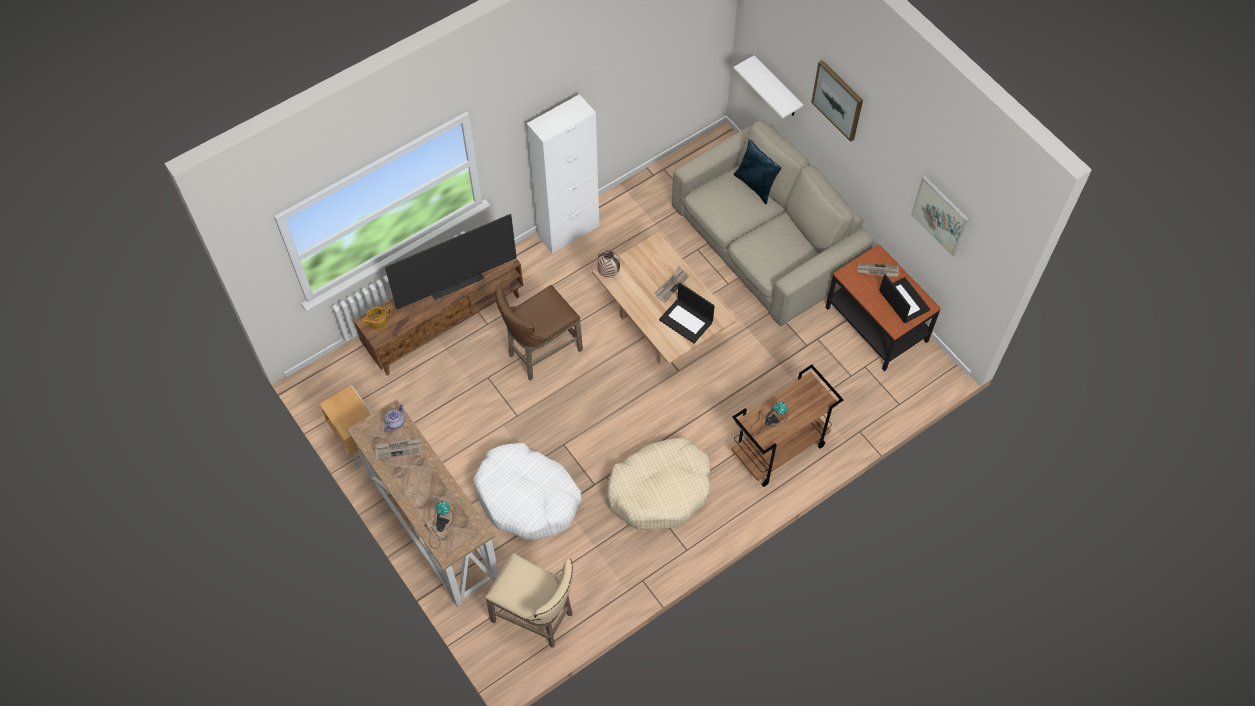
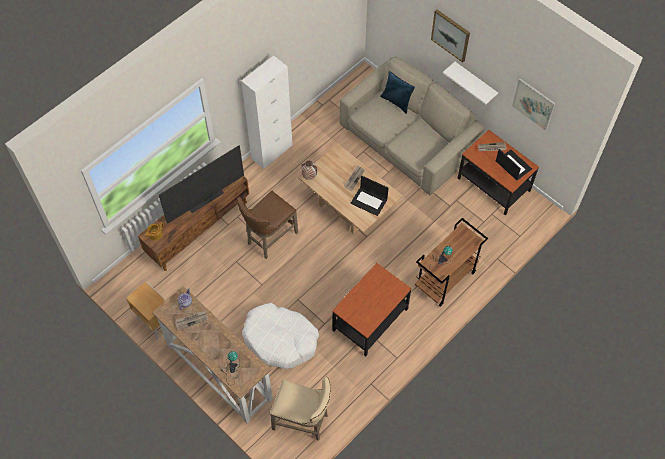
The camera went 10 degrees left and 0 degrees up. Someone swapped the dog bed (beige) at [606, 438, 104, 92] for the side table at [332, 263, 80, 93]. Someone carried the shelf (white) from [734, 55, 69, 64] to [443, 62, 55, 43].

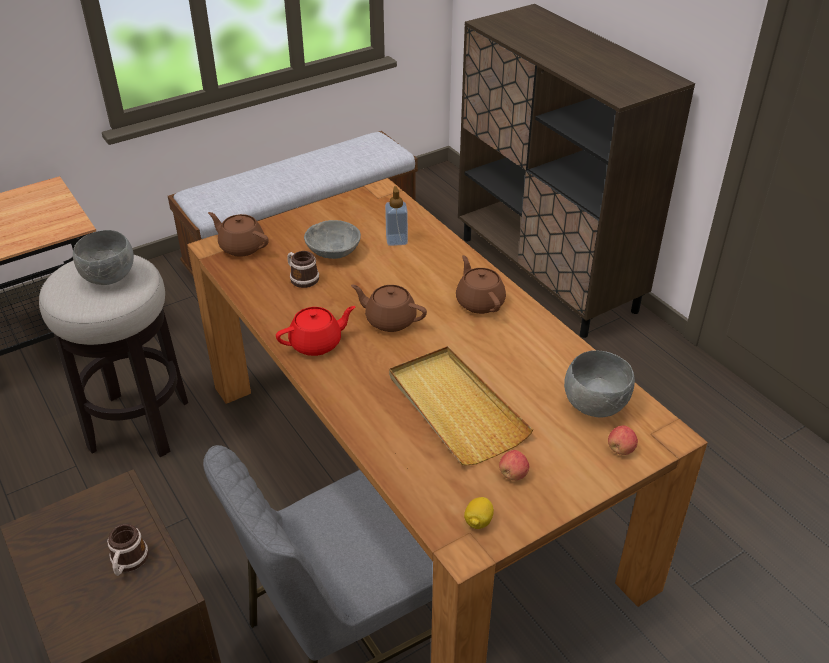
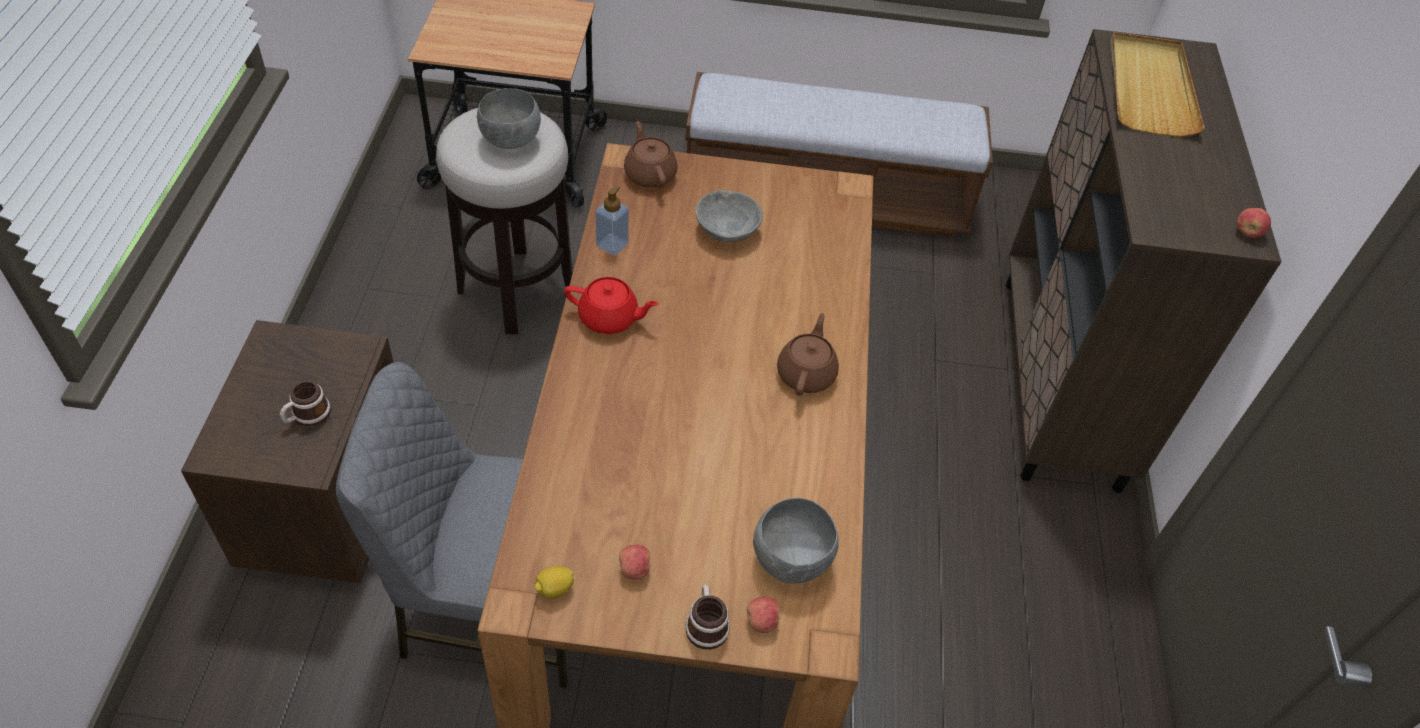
The camera went 35 degrees right and 10 degrees up. Someone carried the mug from [287, 251, 32, 37] to [685, 585, 45, 65]. Someone took away the teapot (brown) at [351, 285, 76, 47]. Someone carried the soap dispenser from [385, 186, 23, 60] to [595, 185, 34, 71]. Someone carried the tray (beige) from [389, 346, 144, 120] to [1110, 32, 95, 105]. Someone put down the apple at [1237, 208, 34, 30].

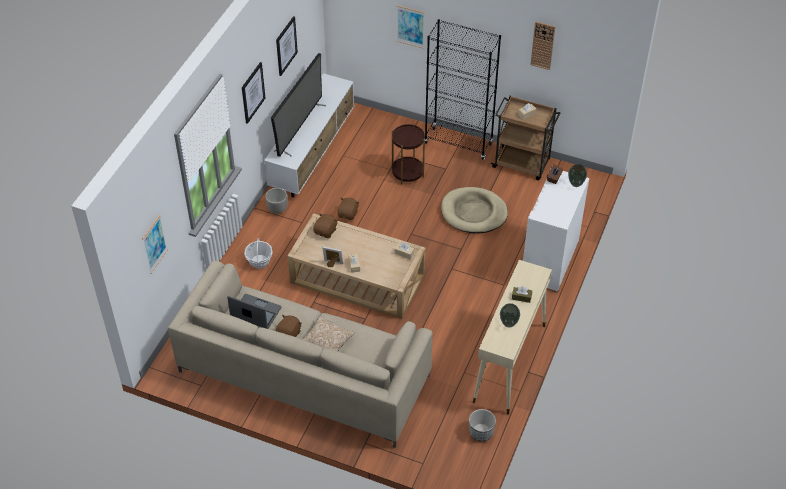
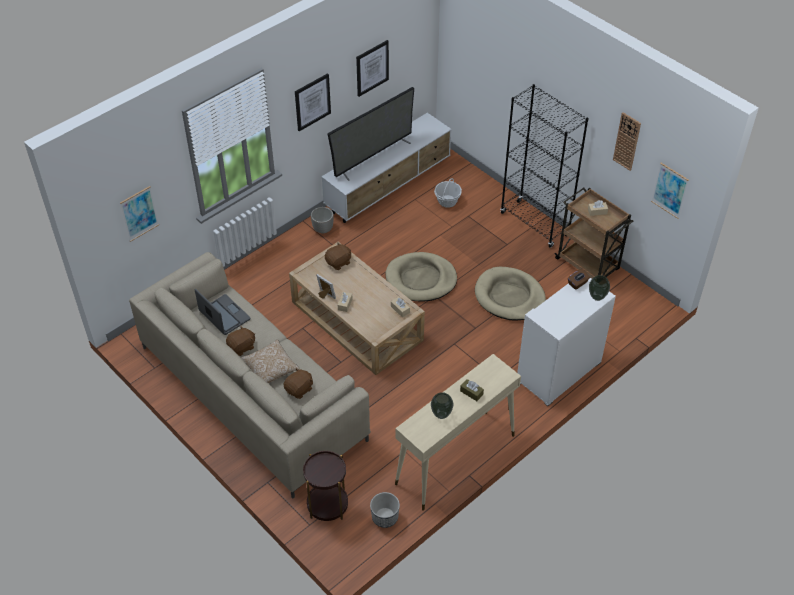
The camera went 25 degrees right and 0 degrees up. Someone carried the basket from [244, 238, 29, 31] to [434, 178, 28, 30]. Someone carried the plush toy (brown) from [337, 197, 23, 23] to [283, 368, 30, 31]. Someone carried the side table (brown) from [392, 124, 33, 60] to [303, 451, 45, 70]. Someone carried the picture from [397, 5, 28, 44] to [651, 163, 38, 56]. Someone put down the dog bed (beige) at [386, 252, 71, 50].

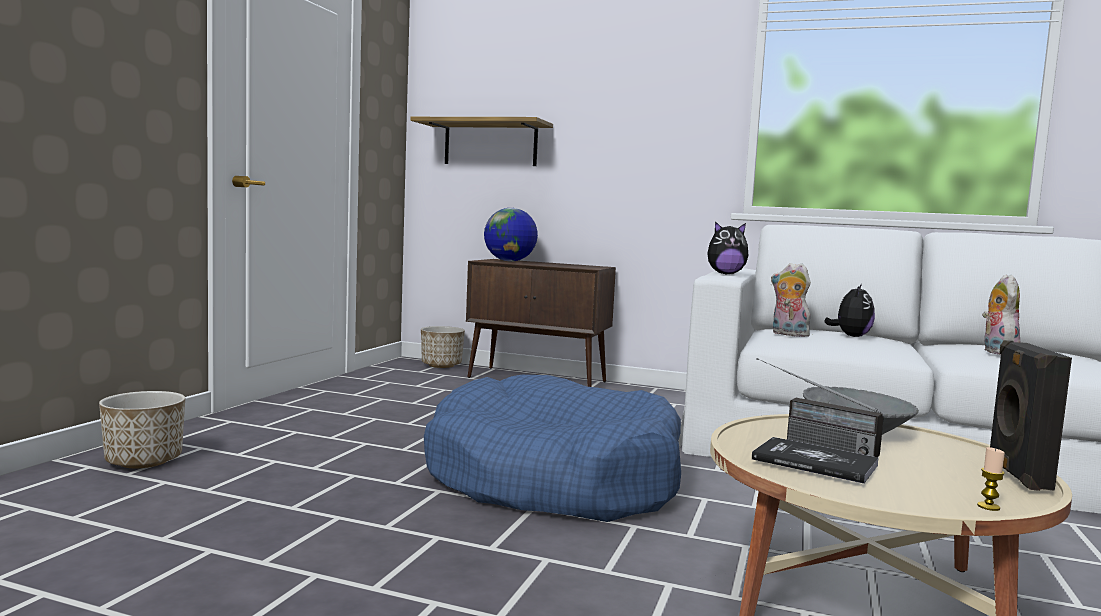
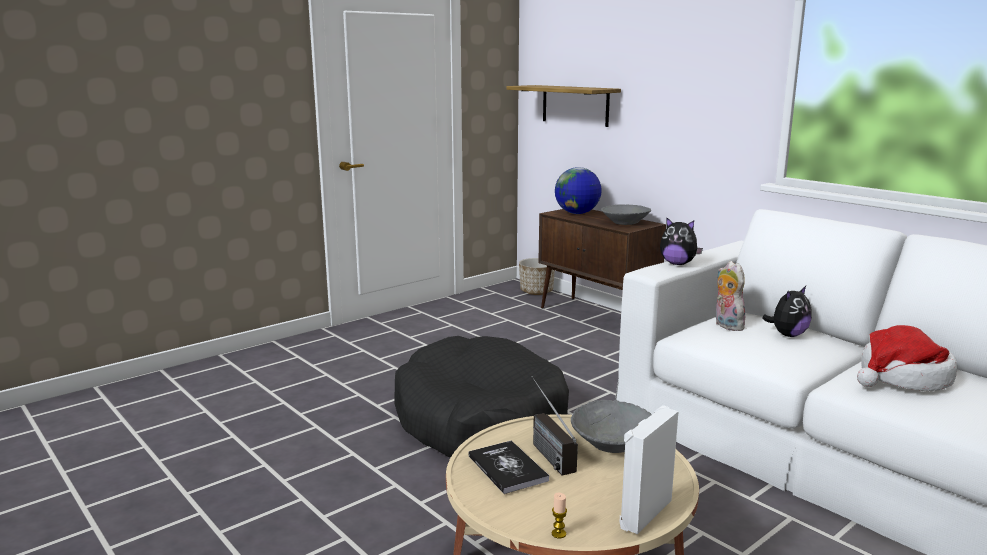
The camera went 30 degrees right and 10 degrees up. Someone took away the planter at [99, 391, 86, 77]. Someone repainted the dog bed (blue) at [424, 375, 257, 147], which became the dog bed (black) at [394, 336, 175, 122]. Someone swapped the plush toy at [982, 275, 38, 80] for the hat at [857, 325, 100, 66]. Someone repainted the speaker (black) at [990, 340, 82, 151], which became the speaker (white) at [620, 405, 59, 129]. Someone put down the bowl (grey) at [601, 204, 50, 21].

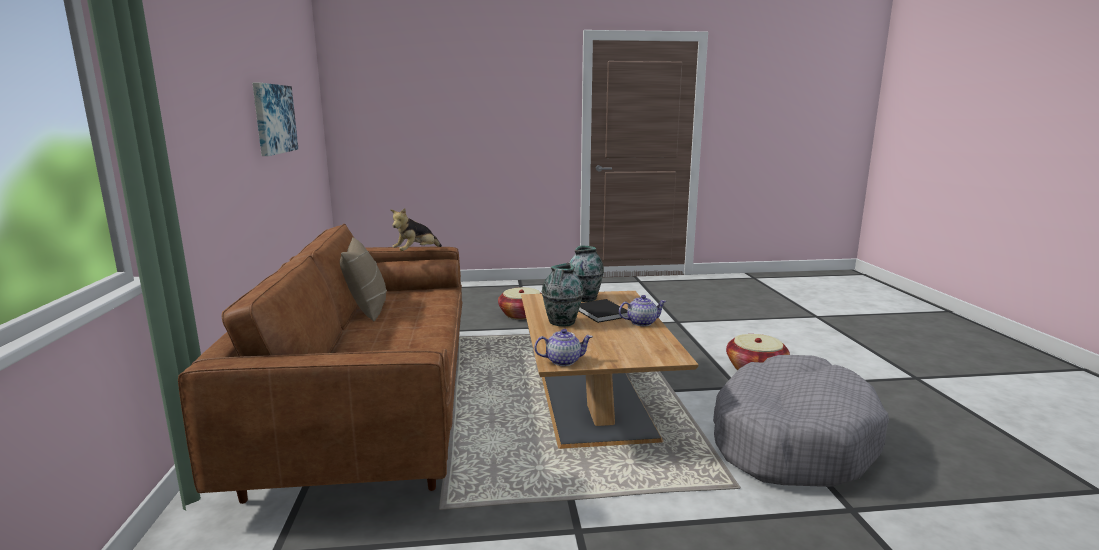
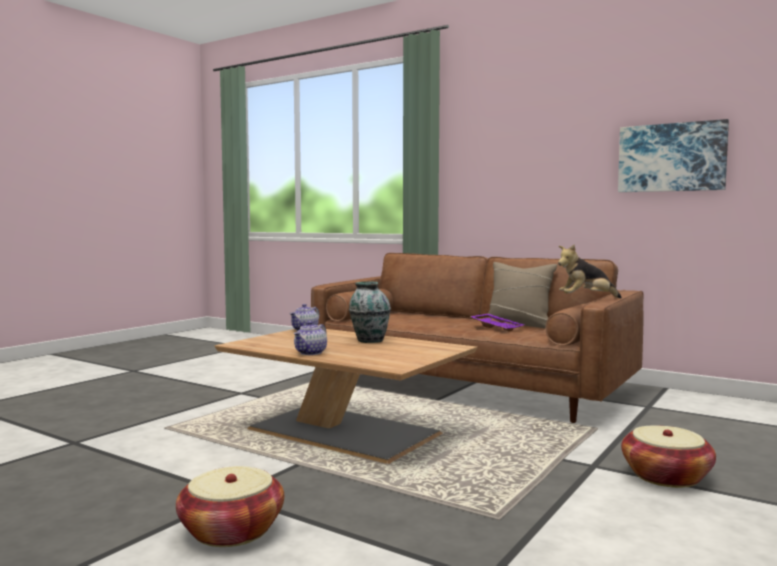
The camera went 130 degrees right and 10 degrees down. Someone rotated the plush toy at [390, 208, 52, 43] by 90 degrees counterclockwise. Someone took away the vase at [569, 246, 35, 56]. Someone took away the book (black) at [579, 299, 49, 24]. Someone took away the dog bed (grey) at [713, 355, 176, 132]. Someone put down the tray (purple) at [470, 314, 54, 18].

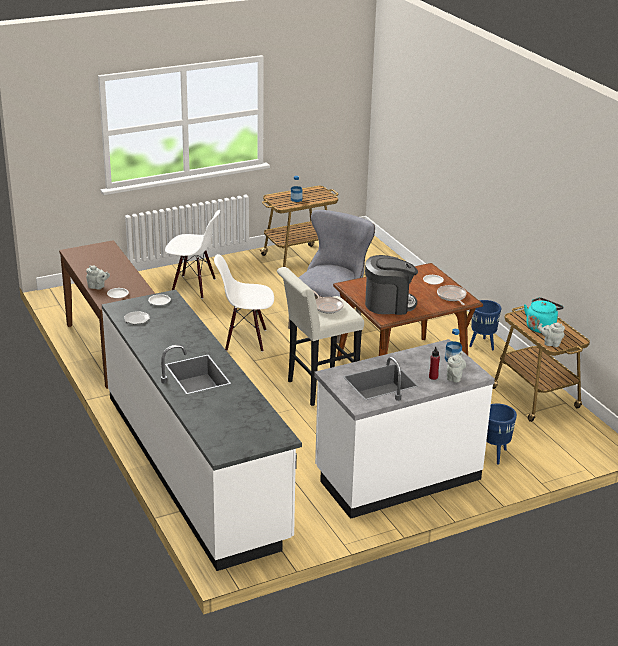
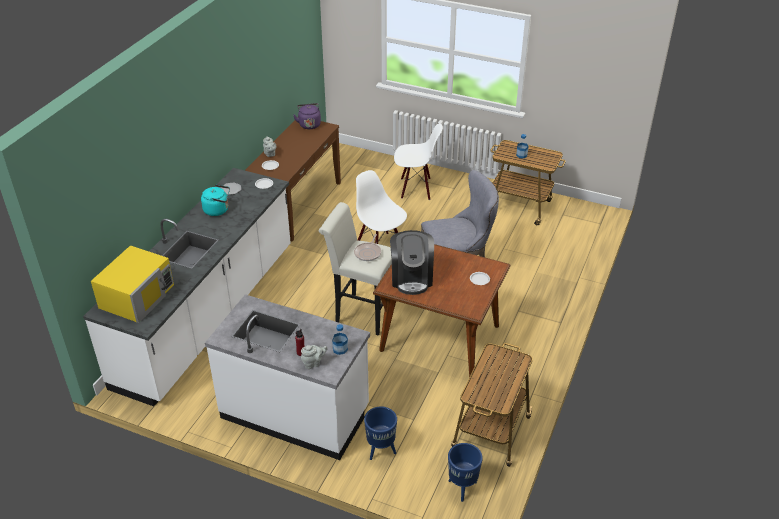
The camera went 50 degrees right and 10 degrees up. Someone rotated the chair (white) at [165, 210, 55, 89] by 60 degrees counterclockwise. Someone rotated the coffee machine at [365, 255, 53, 60] by 45 degrees clockwise. Someone took away the frying pan at [437, 285, 30, 20]. Someone carried the planter (blue) from [469, 300, 32, 50] to [448, 443, 35, 59]. Someone carried the kettle (turquoise) from [524, 297, 40, 36] to [201, 185, 29, 31]. Someone took away the teapot (grey) at [538, 322, 27, 25]. Someone put down the microwave (yellow) at [91, 245, 83, 78]. Someone put down the kettle (purple) at [293, 103, 28, 26].

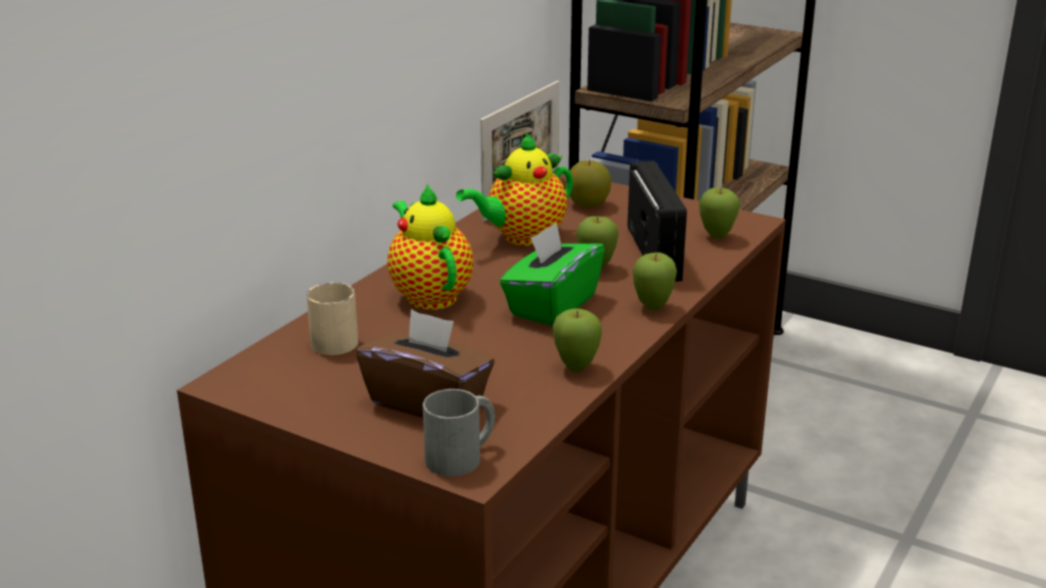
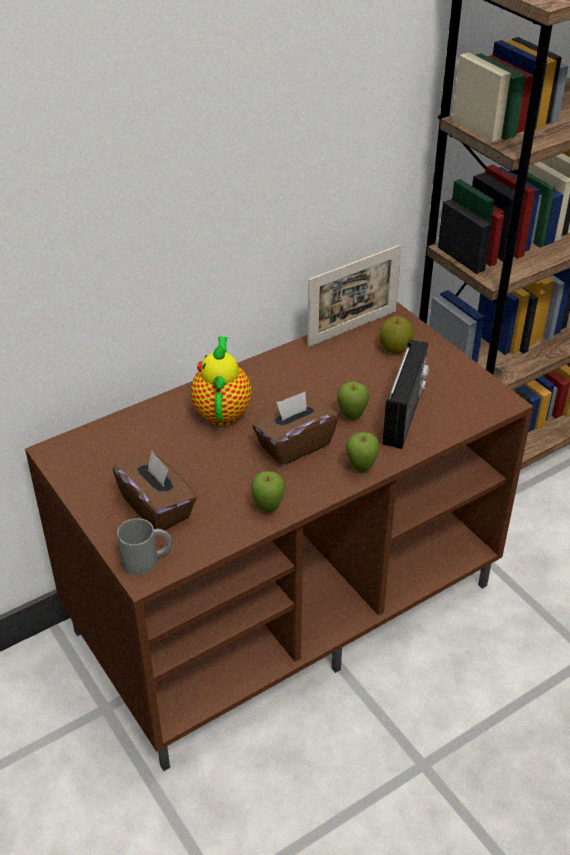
The camera went 25 degrees right and 15 degrees up. Someone took away the mug (beige) at [306, 282, 52, 73]. Someone took away the teapot at [456, 133, 117, 113]. Someone repainted the tissue box (green) at [500, 222, 105, 104], which became the tissue box (brown) at [252, 391, 87, 75]. Someone took away the apple at [699, 188, 41, 50].

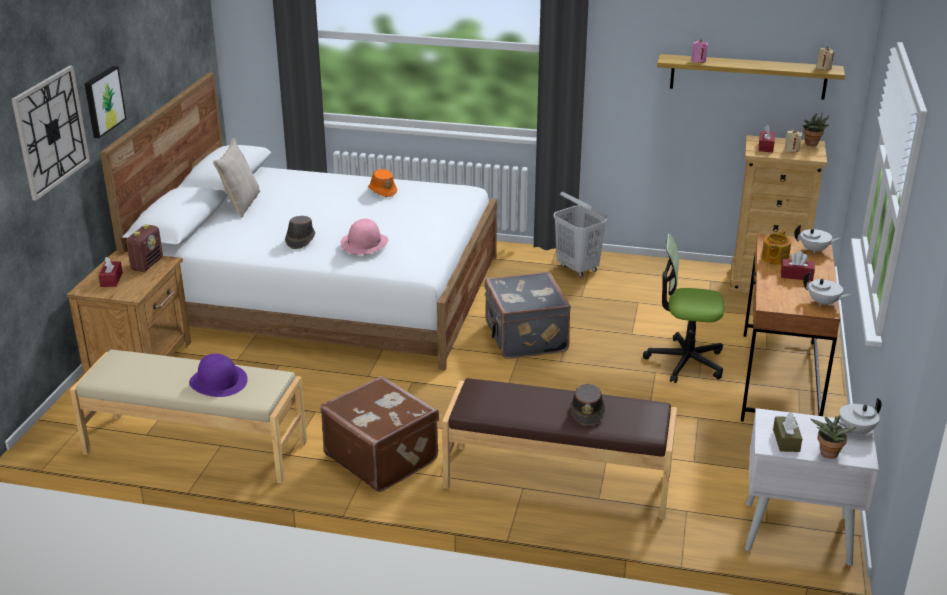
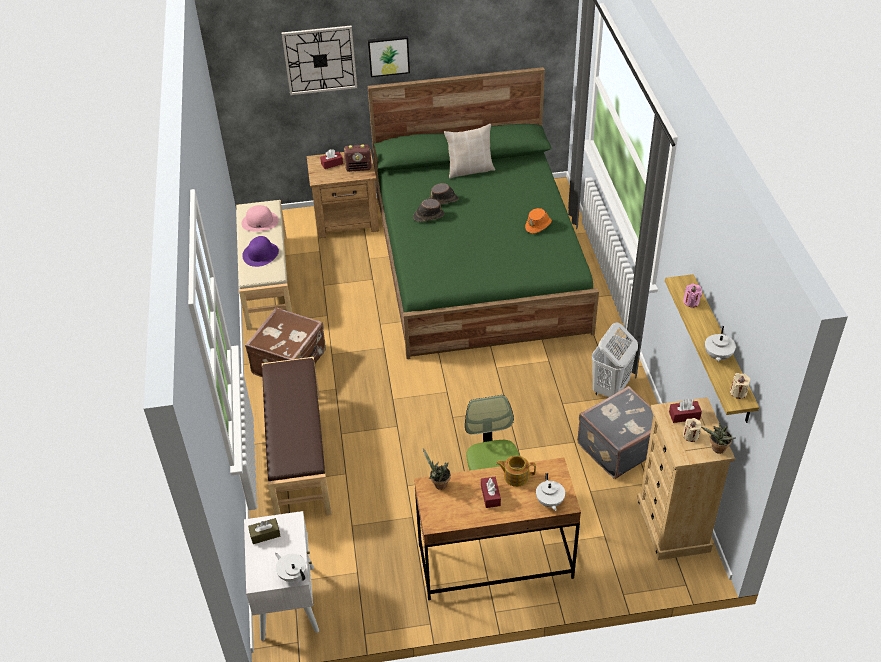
The camera went 70 degrees right and 15 degrees up. Someone repainted the bed (white) at [100, 73, 397, 297], which became the bed (green) at [368, 67, 231, 292]. Someone carried the hat (pink) from [341, 219, 47, 36] to [241, 205, 38, 26]. Someone carried the suitcase (grey) from [484, 272, 87, 87] to [577, 386, 76, 93]. Someone carried the hat (brown) from [570, 384, 35, 42] to [429, 183, 30, 21]. Someone carried the teapot (white) from [803, 272, 48, 34] to [705, 326, 31, 36]. Someone carried the potted plant from [811, 415, 46, 44] to [423, 448, 28, 42].

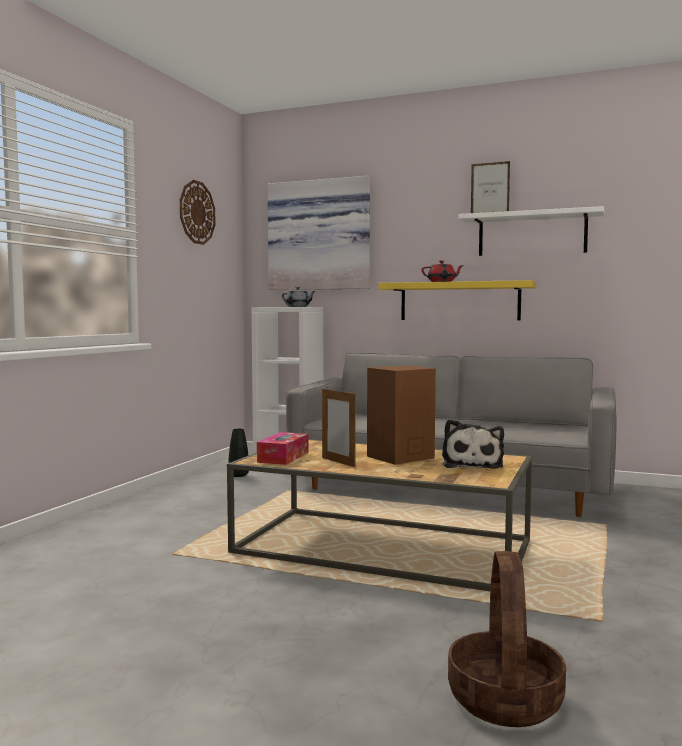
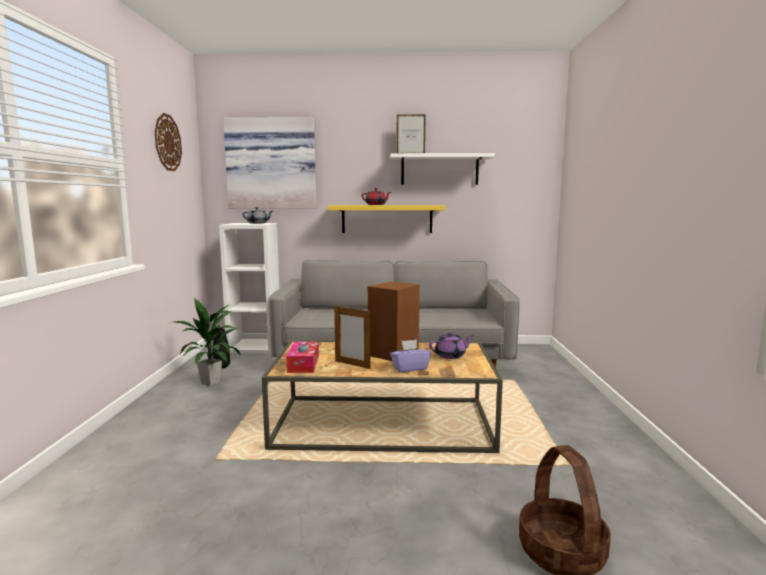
The camera went 20 degrees left and 5 degrees up. Someone swapped the plush toy at [442, 419, 62, 50] for the teapot (purple) at [429, 332, 45, 27]. Someone put down the potted plant at [172, 298, 69, 88]. Someone put down the tissue box (purple) at [390, 339, 41, 33].

